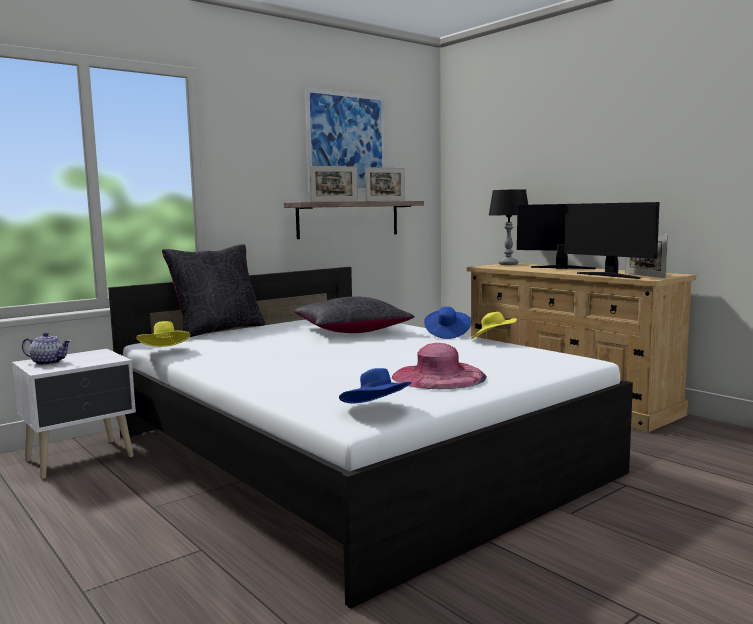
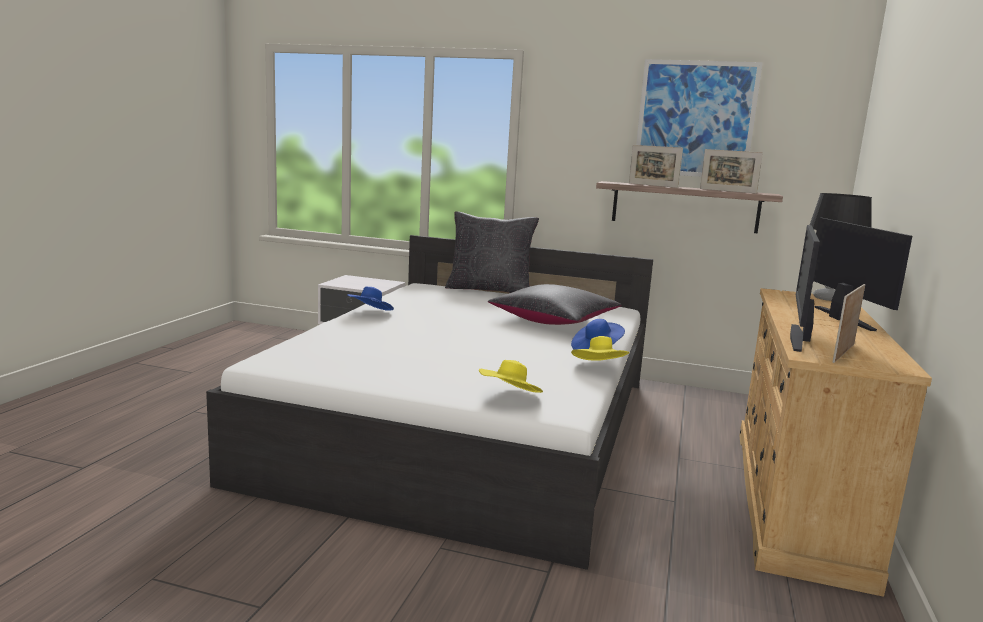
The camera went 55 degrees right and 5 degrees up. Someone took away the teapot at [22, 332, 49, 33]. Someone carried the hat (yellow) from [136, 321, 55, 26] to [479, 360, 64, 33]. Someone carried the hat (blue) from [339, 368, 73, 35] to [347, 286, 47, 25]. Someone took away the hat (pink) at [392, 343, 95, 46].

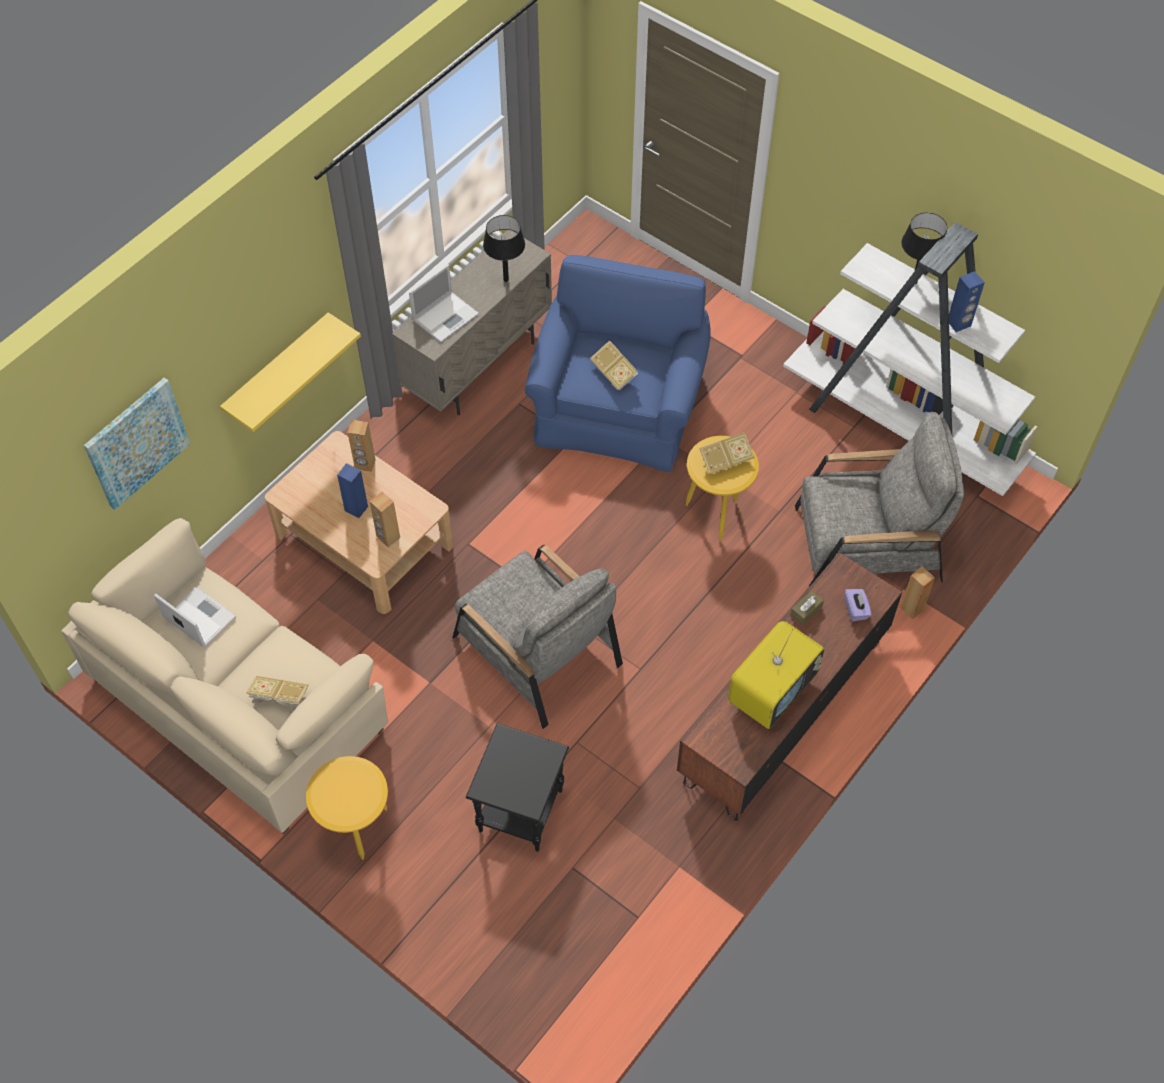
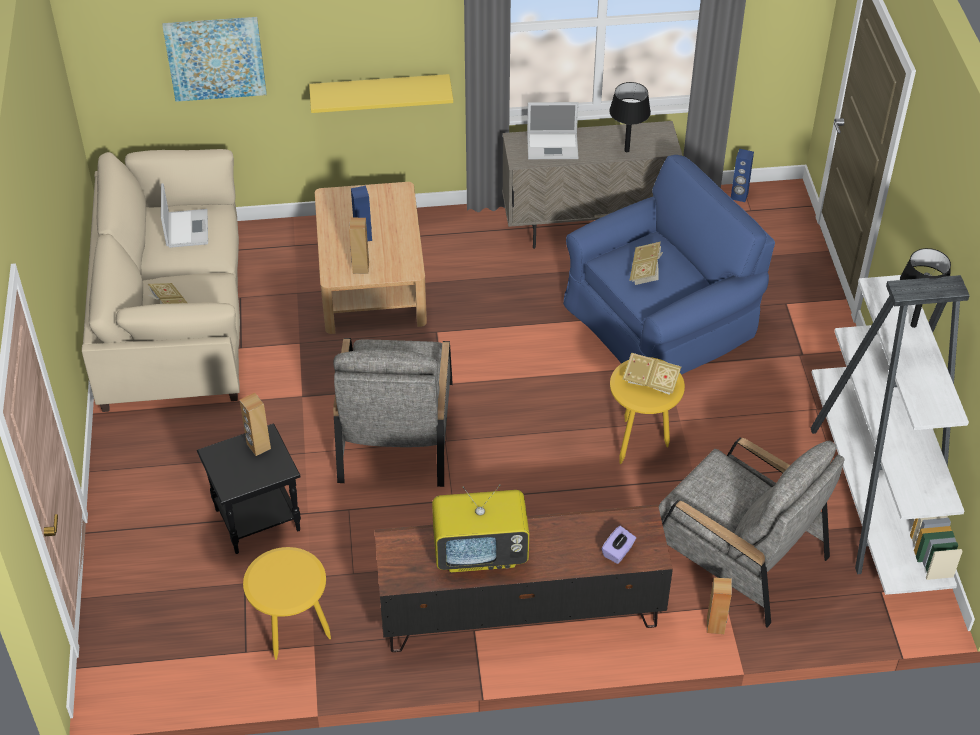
The camera went 45 degrees right and 10 degrees down. Someone carried the side table (yellow) from [306, 756, 82, 104] to [243, 547, 88, 113]. Someone carried the speaker (brown) from [347, 420, 29, 52] to [240, 393, 31, 63]. Someone took away the tissue box (brown) at [790, 591, 34, 34]. Someone carried the speaker (blue) from [949, 271, 36, 61] to [731, 149, 23, 53].

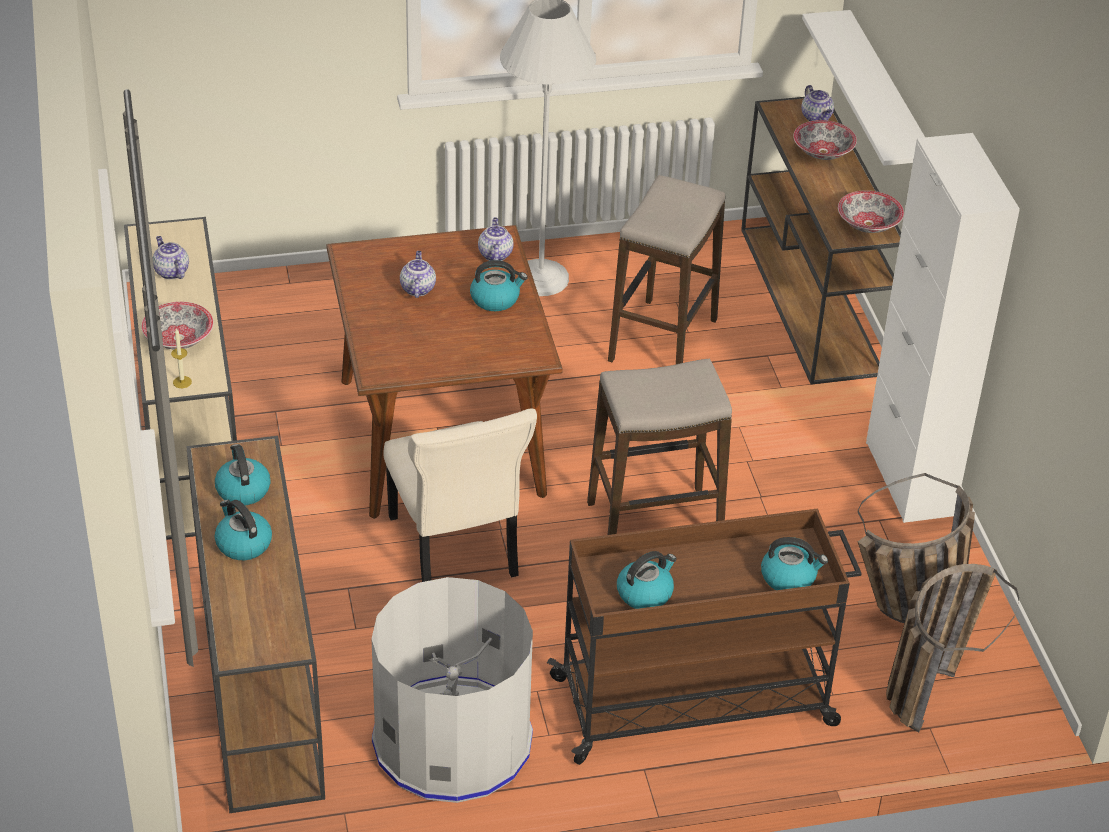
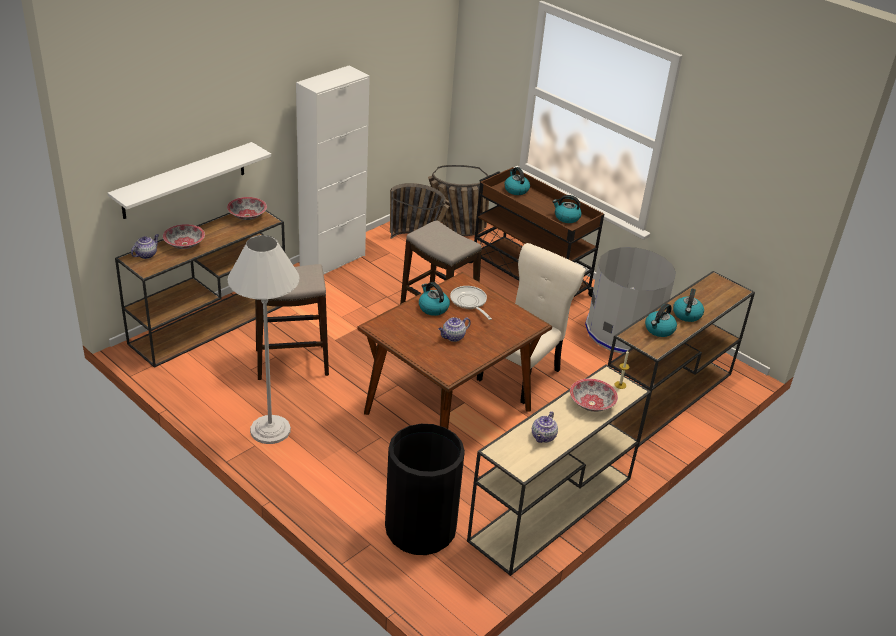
The camera went 125 degrees left and 5 degrees down. Someone took away the teapot at [478, 217, 36, 44]. Someone put down the trash can (black) at [385, 424, 80, 131]. Someone put down the frying pan at [450, 286, 42, 34].

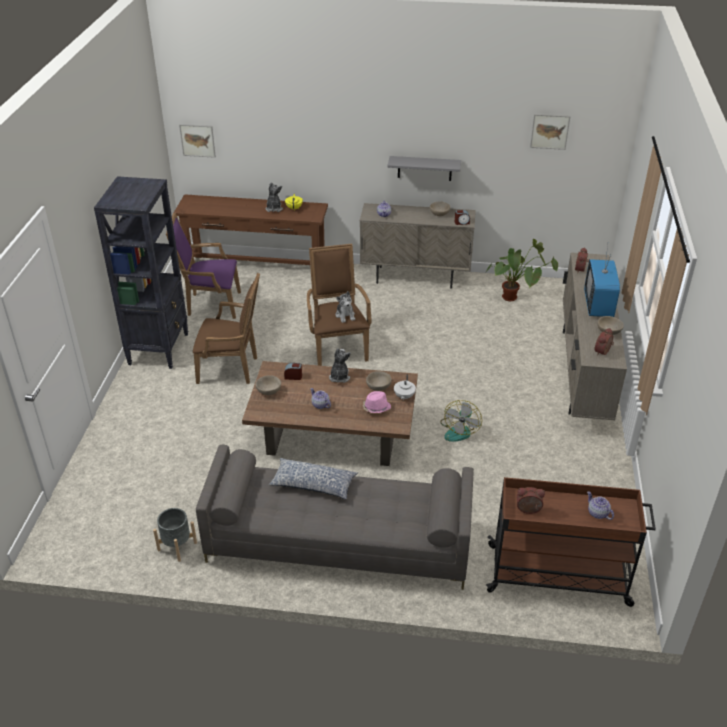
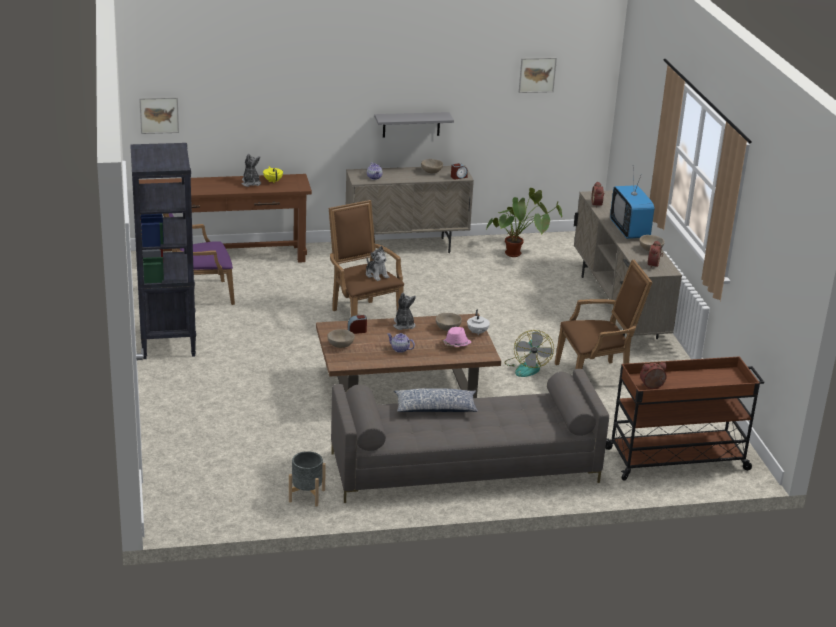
The camera went 20 degrees left and 10 degrees down. Someone carried the armchair (brown) from [193, 273, 67, 111] to [555, 259, 98, 127]. Someone took away the teapot at [587, 492, 27, 28].

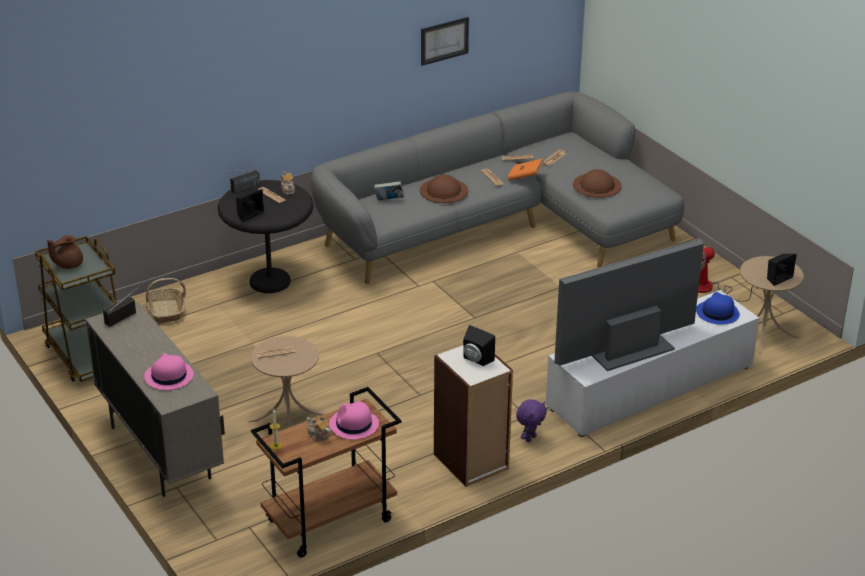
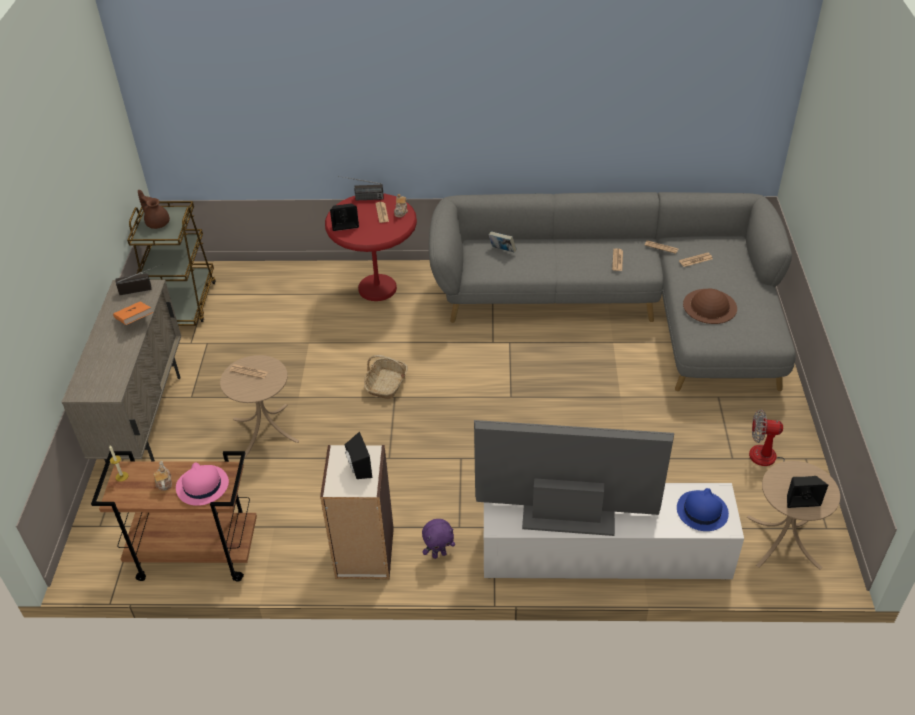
The camera went 35 degrees right and 10 degrees up. Someone rotated the teapot (brown) at [47, 235, 36, 34] by 45 degrees clockwise. Someone took away the hat (pink) at [144, 353, 50, 37]. Someone carried the basket from [145, 278, 41, 44] to [364, 355, 44, 44]. Someone repainted the side table (black) at [218, 180, 95, 113], which became the side table (red) at [325, 194, 92, 107]. Someone took away the hat (brown) at [420, 175, 48, 28]. Someone took away the picture at [421, 17, 48, 49]. Someone carried the book (orange) from [508, 159, 36, 22] to [113, 302, 40, 23].

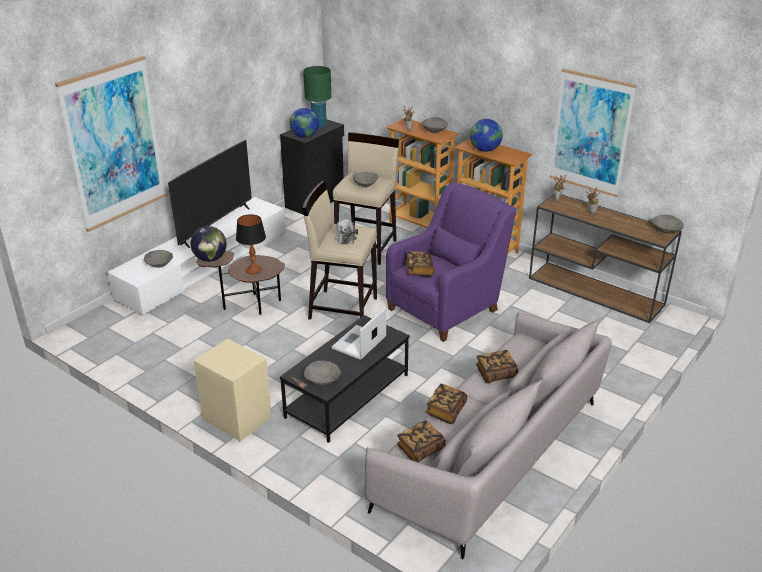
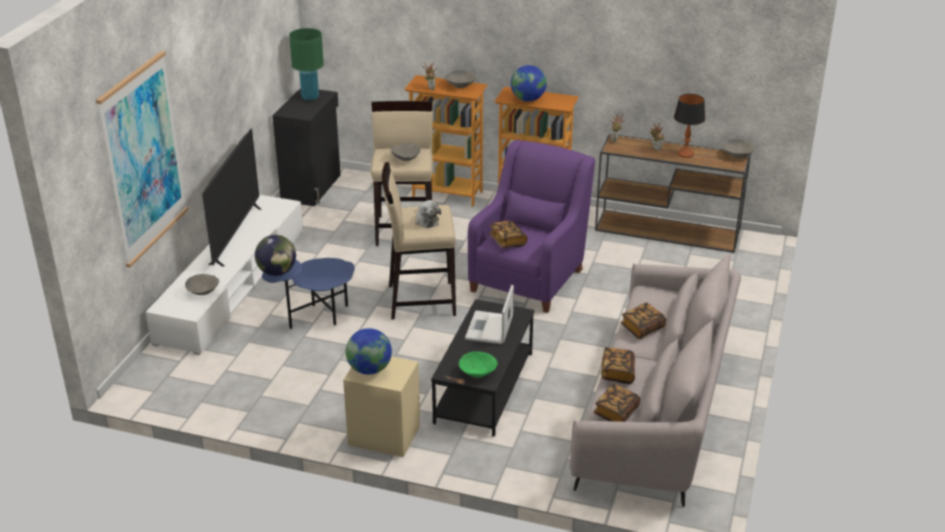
The camera went 20 degrees left and 0 degrees up. Someone repainted the side table (brown) at [196, 251, 89, 64], which became the side table (blue) at [262, 258, 93, 71]. Someone carried the table lamp from [236, 214, 30, 61] to [674, 94, 31, 64]. Someone carried the globe from [290, 108, 29, 30] to [346, 328, 46, 47]. Someone repainted the bowl (grey) at [304, 360, 37, 25], which became the bowl (green) at [459, 352, 39, 25]. Someone took away the picture at [549, 69, 88, 128].

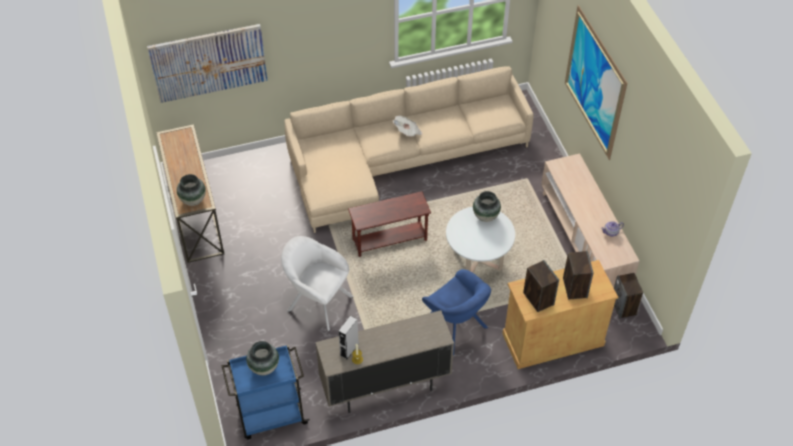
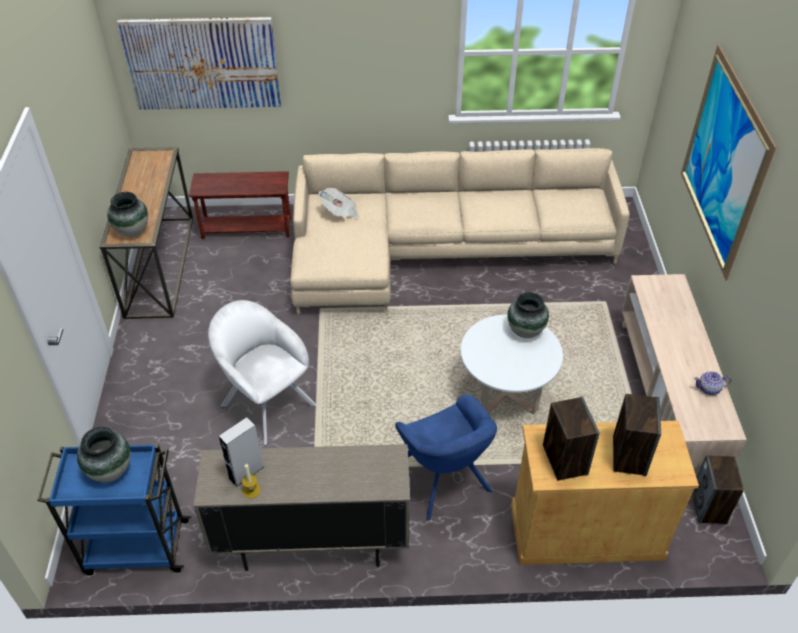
The camera went 15 degrees right and 5 degrees down. Someone carried the side table (brown) from [348, 191, 83, 66] to [189, 171, 102, 68]. Someone carried the newspaper from [393, 115, 30, 22] to [319, 188, 40, 30].

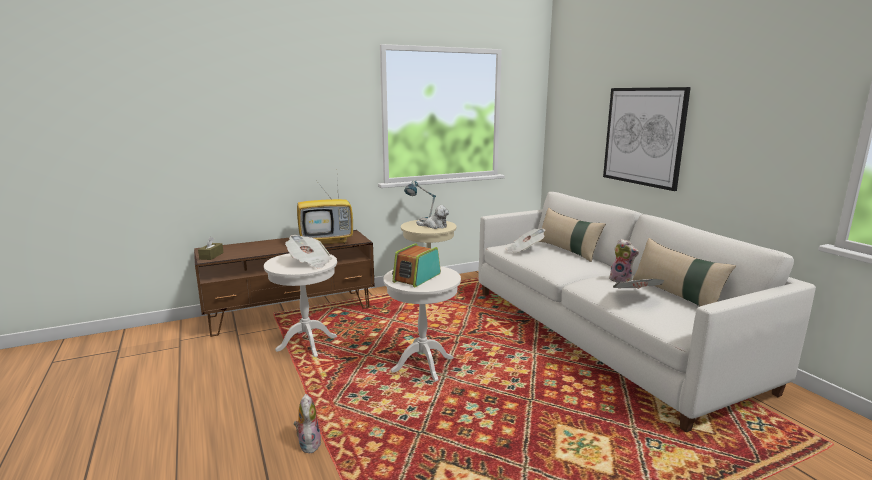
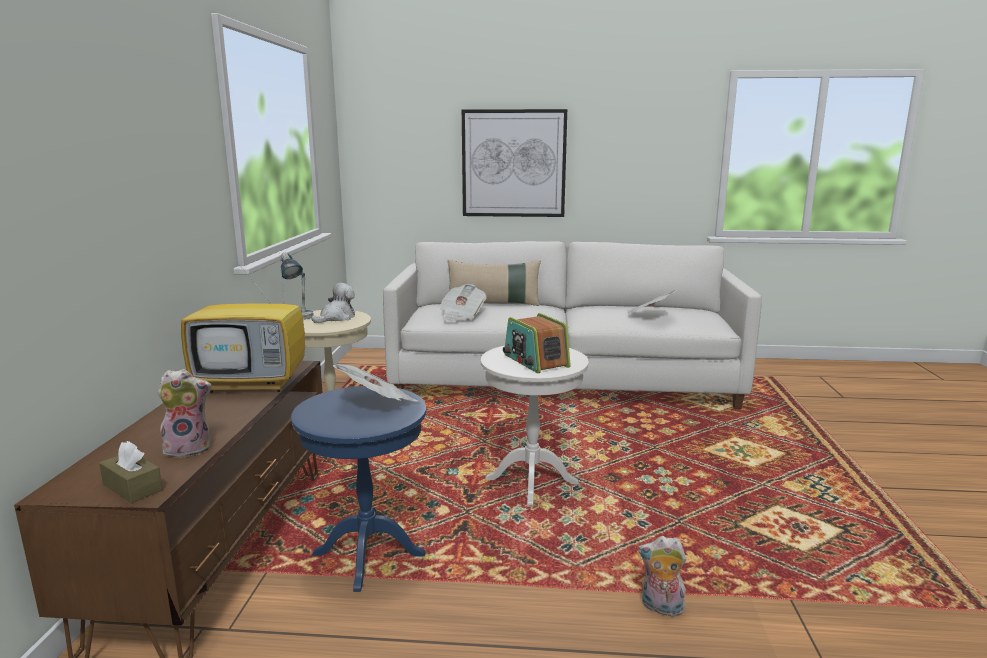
The camera went 60 degrees left and 0 degrees up. Someone repainted the side table (white) at [264, 253, 73, 104], which became the side table (blue) at [291, 386, 135, 206]. Someone rotated the television at [297, 179, 56, 65] by 75 degrees clockwise. Someone carried the plush toy from [609, 239, 30, 44] to [158, 369, 54, 89]. Someone took away the pillow (beige) at [633, 238, 103, 68].

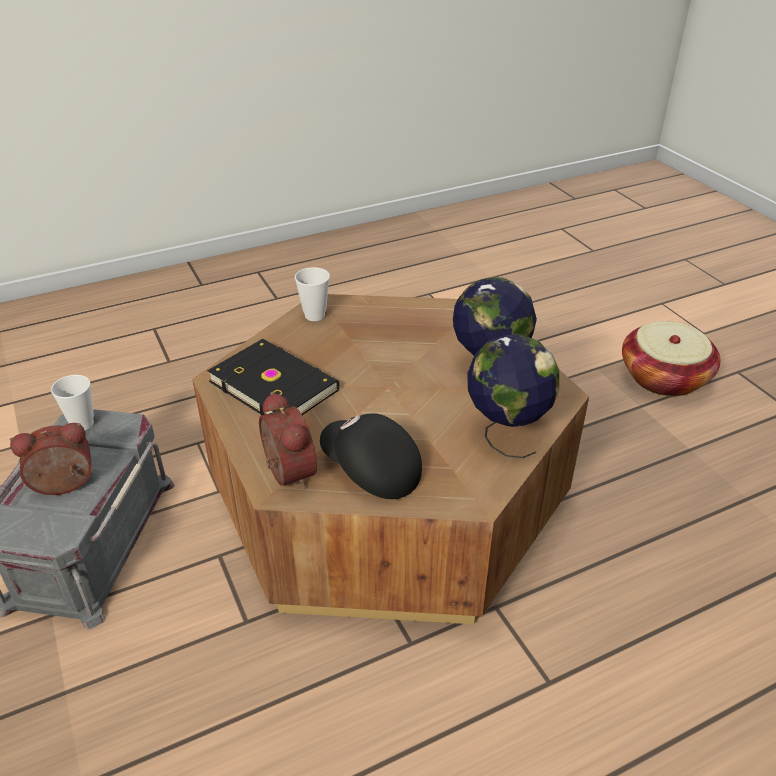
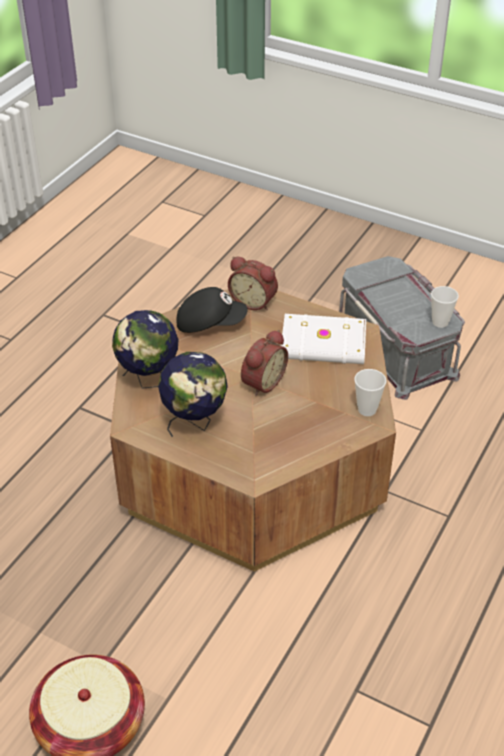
The camera went 145 degrees right and 5 degrees up. Someone carried the alarm clock from [10, 423, 82, 72] to [241, 330, 47, 66]. Someone repainted the book (black) at [207, 339, 132, 77], which became the book (white) at [281, 314, 85, 50].

